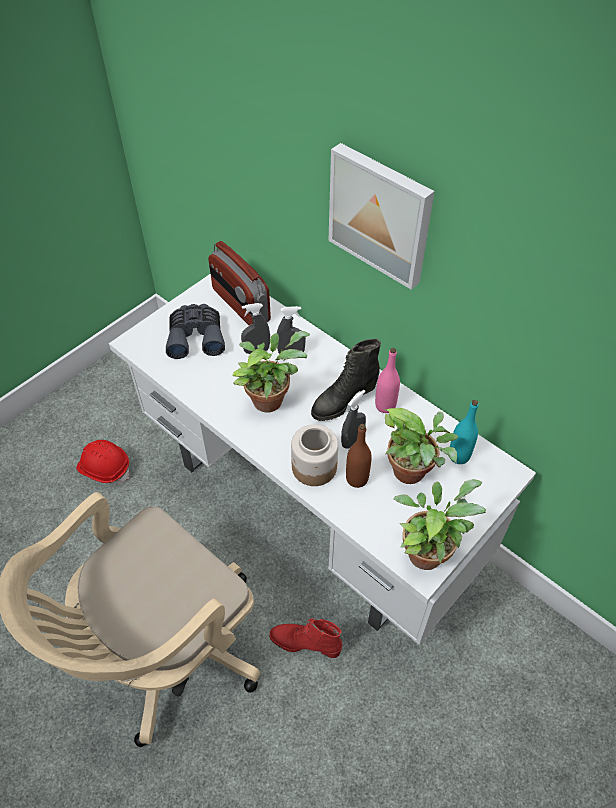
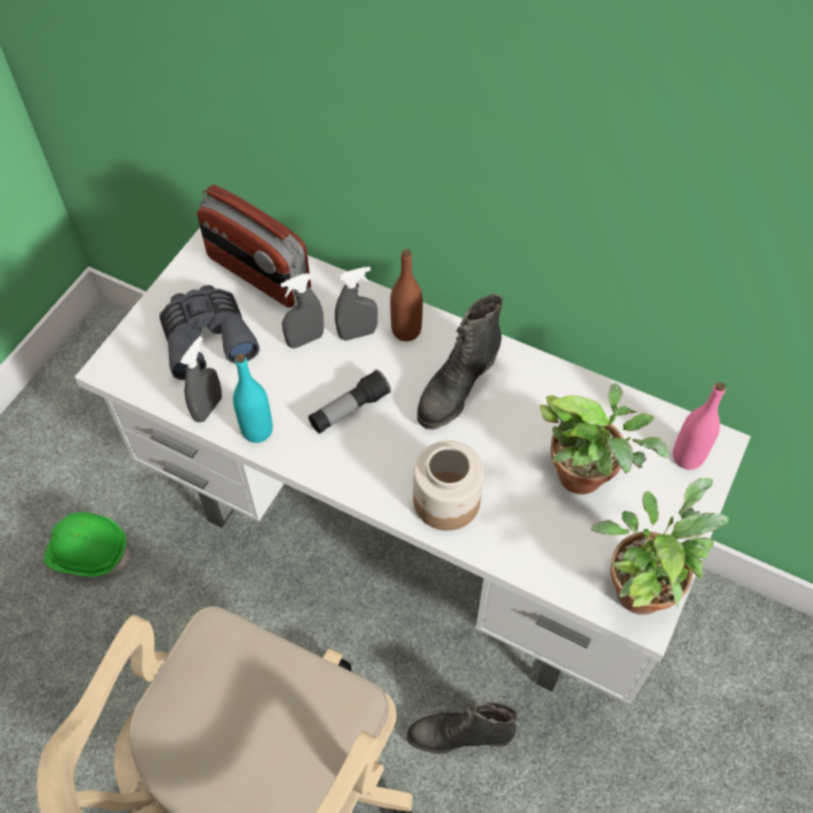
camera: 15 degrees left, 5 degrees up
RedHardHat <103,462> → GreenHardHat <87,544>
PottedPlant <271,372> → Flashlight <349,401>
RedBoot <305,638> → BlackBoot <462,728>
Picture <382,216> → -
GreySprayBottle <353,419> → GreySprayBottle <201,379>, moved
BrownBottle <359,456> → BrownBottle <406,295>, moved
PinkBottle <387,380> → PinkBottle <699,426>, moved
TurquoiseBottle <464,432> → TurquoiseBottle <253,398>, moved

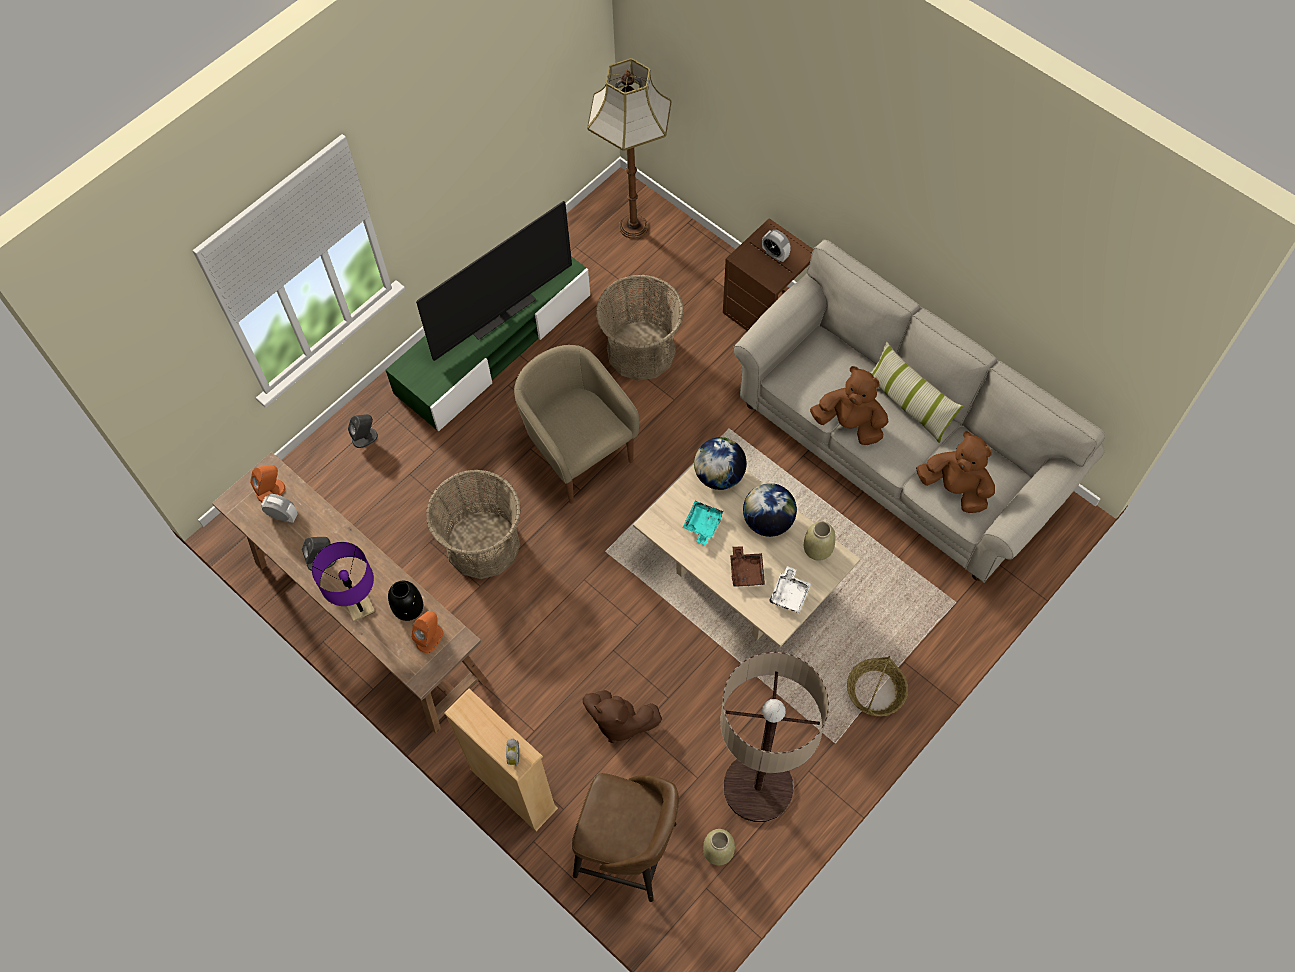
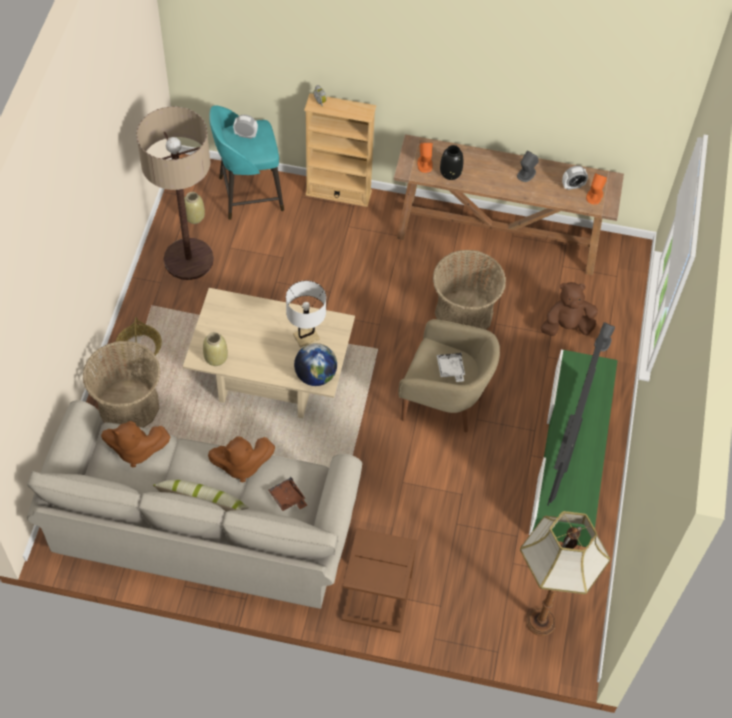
camera: 145 degrees right, 5 degrees down
PurpleTableLamp <343,582> → -
BrownStool <625,837> → TurquoiseStool <246,162>
BrownPlushToy <622,716> → BrownPlushToy <569,309>, moved
Basket <640,328> → Basket <121,384>, moved
TurquoiseTray <703,523> → WhiteTableLamp <306,314>
BrownTray <747,566> → BrownTray <287,494>, moved
Globe <770,510> → -
AlarmClock <776,246> → AlarmClock <245,127>, moved
WhiteTray <790,589> → WhiteTray <451,367>, moved

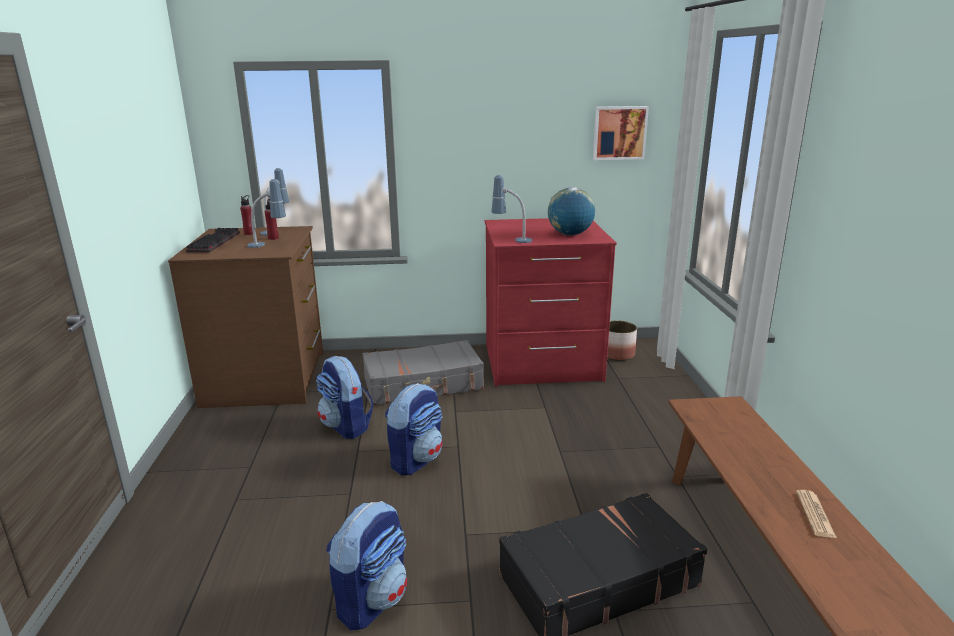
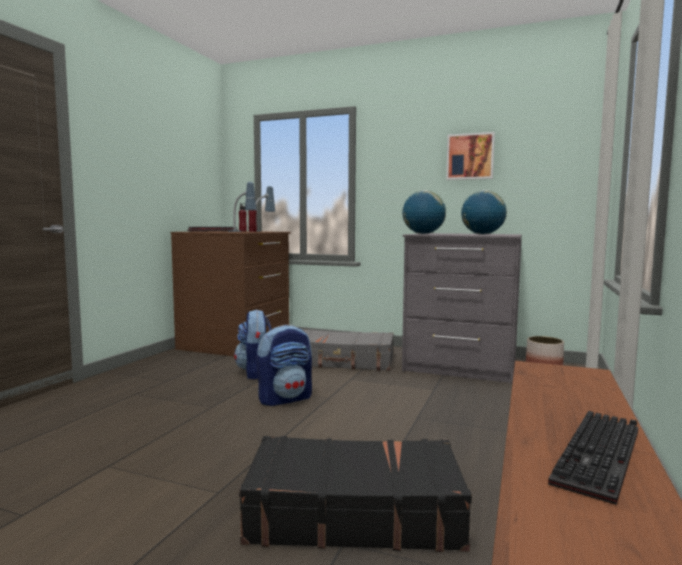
camera: 25 degrees right, 15 degrees down
Backpack <366,565> → -
RedDresser <551,302> → GreyDresser <462,308>
TableLamp <511,209> → Globe <424,212>
Picture <621,133> → Picture <470,156>, moved
Newspaper <816,514> → Keyboard <593,458>

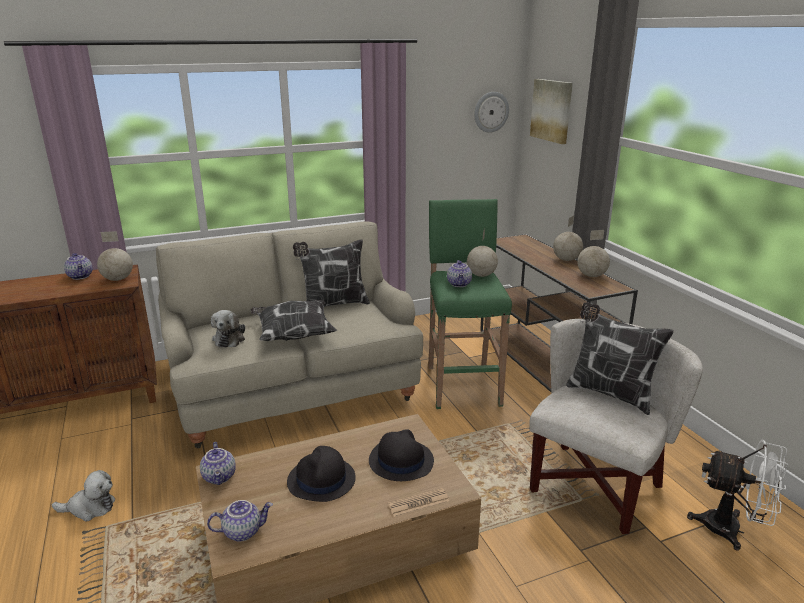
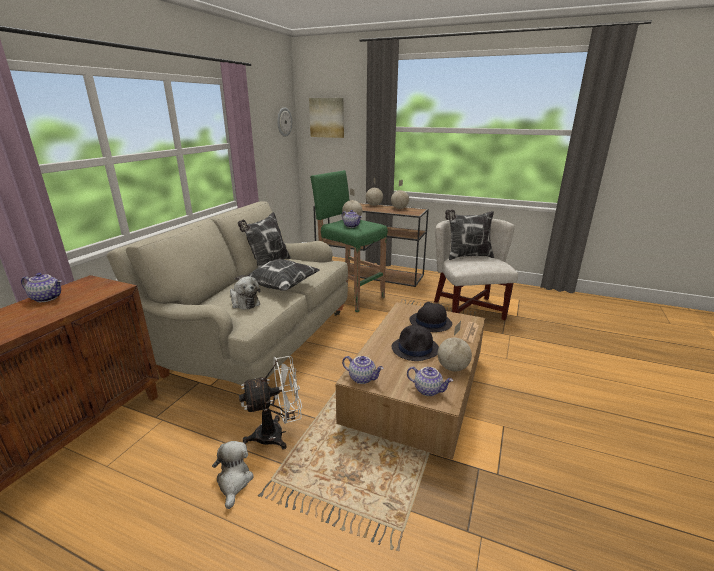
camera: 45 degrees left, 0 degrees up
PlushToy <83,496> → PlushToy <233,475>, 45 degrees counterclockwise
Globe <115,256> → Globe <455,346>, moved
Teapot <240,521> → Teapot <430,381>, 90 degrees clockwise
WhiteFan <738,495> → WhiteFan <270,403>, moved

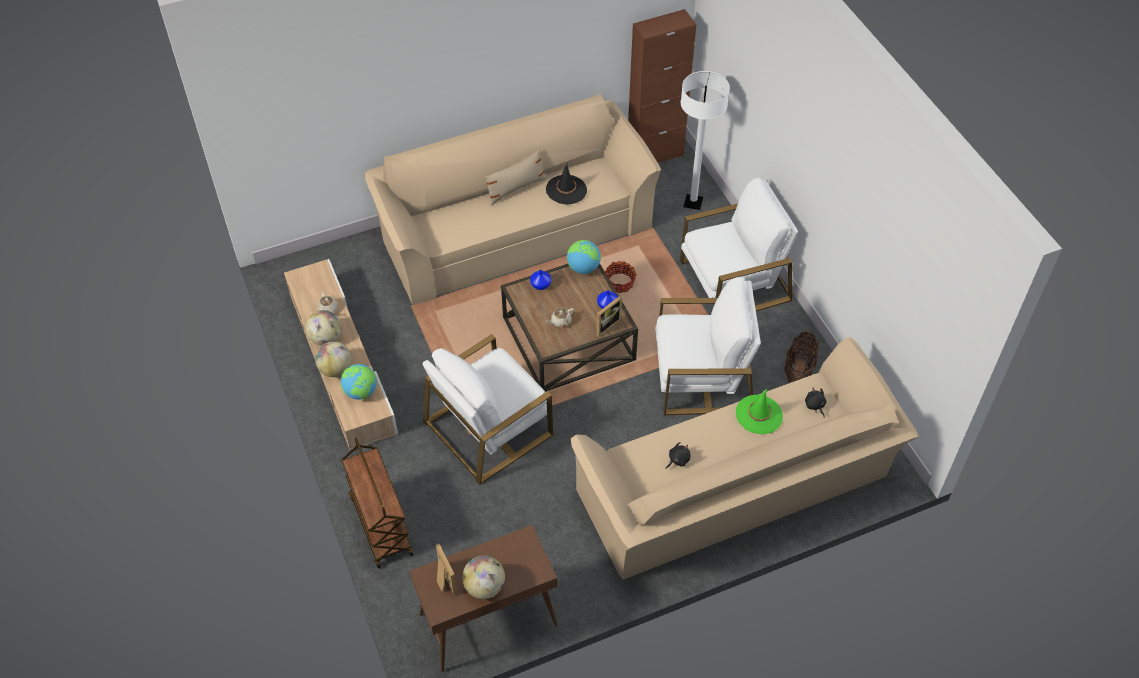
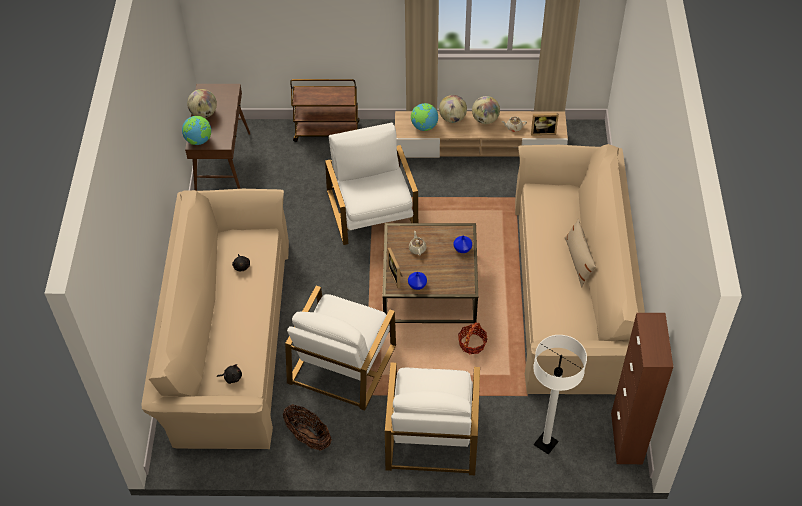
camera: 115 degrees right, 0 degrees up
PictureFrame <446,569> → PictureFrame <545,124>, moved
BlackHat <566,183> → -
Globe <584,257> → Globe <196,130>, moved
GreenHat <759,411> → -

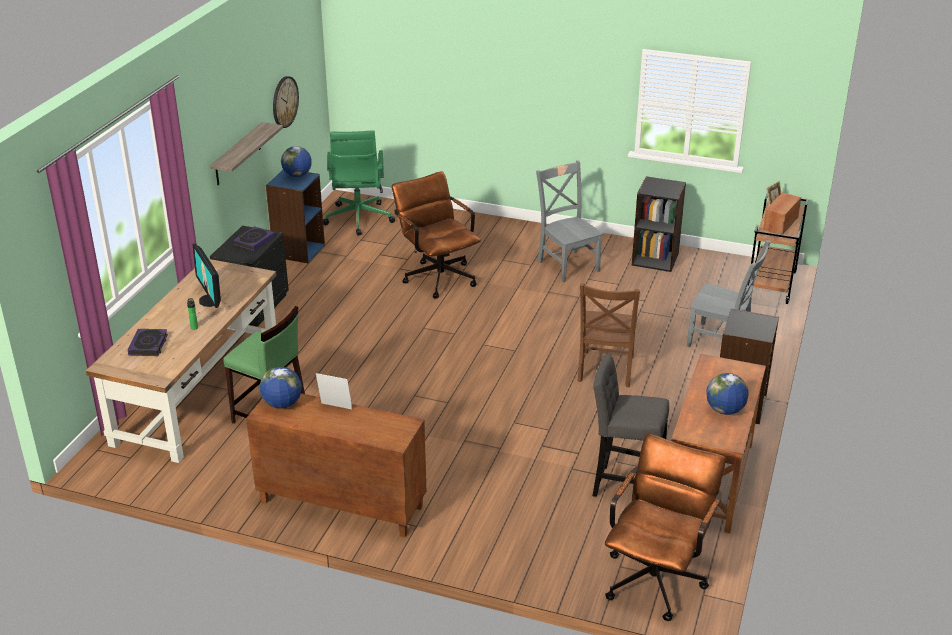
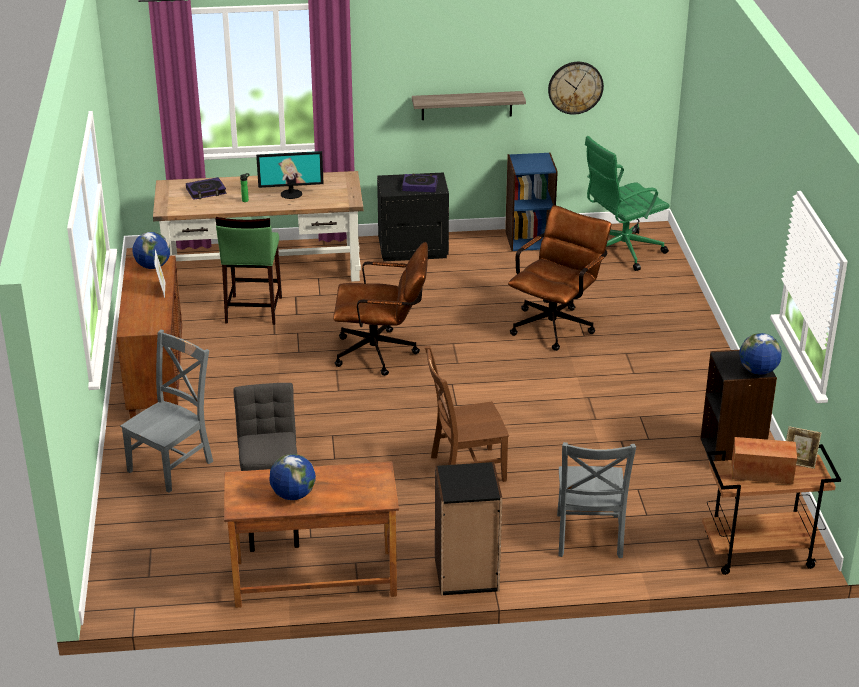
camera: 65 degrees right, 0 degrees up
Monitor <206,275> → Monitor <290,175>, 135 degrees counterclockwise
Globe <296,161> → Globe <761,354>, moved
GreyChair <569,221> → GreyChair <166,411>, moved
BrownOfficeChair <665,527> → BrownOfficeChair <380,309>, moved

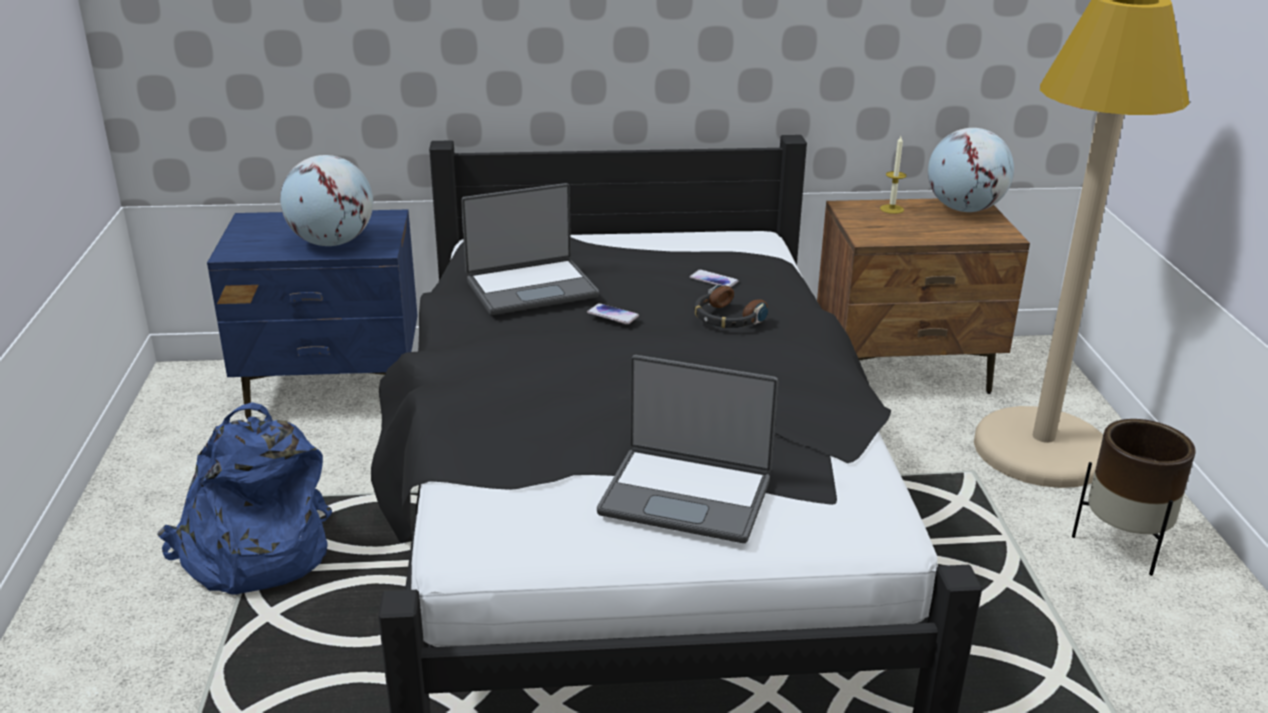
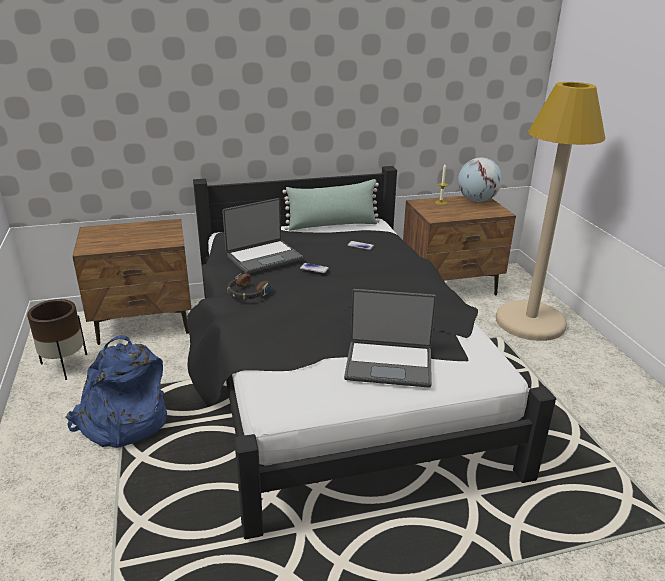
camera: 10 degrees left, 0 degrees up
BlueNightstand <312,314> → BrownNightstand <131,282>
Globe <326,200> → -
Headphones <731,306> → Headphones <249,286>, moved
BrownPlanter <1134,497> → BrownPlanter <57,339>, moved
- → GreenPillow <331,205>

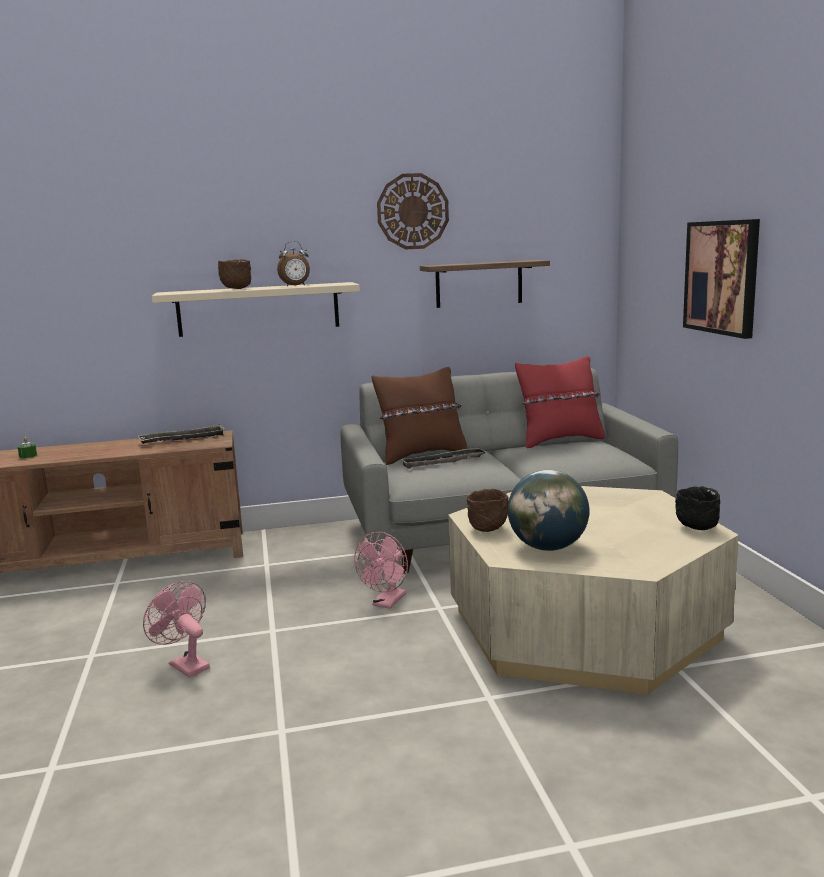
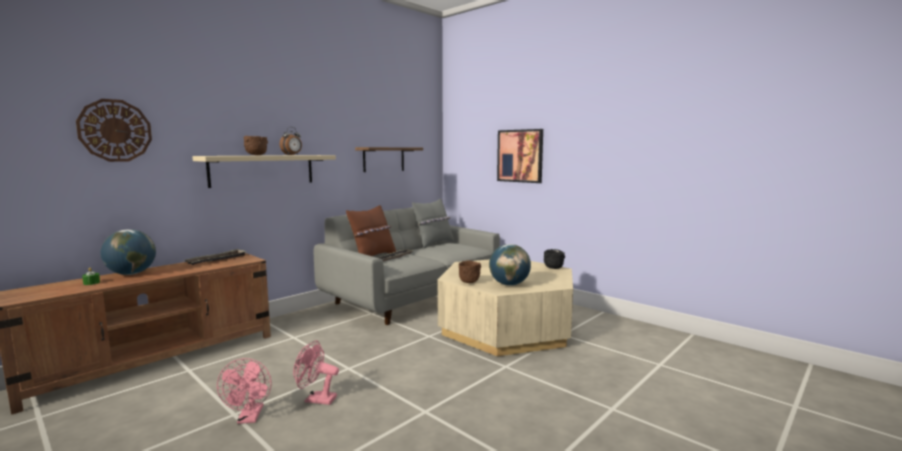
camera: 35 degrees left, 5 degrees down
PinkFan <381,570> → PinkFan <244,391>, moved
WallClock <413,211> → WallClock <114,130>, moved
RedPillow <560,402> → GreyPillow <433,223>
- → Globe <128,252>

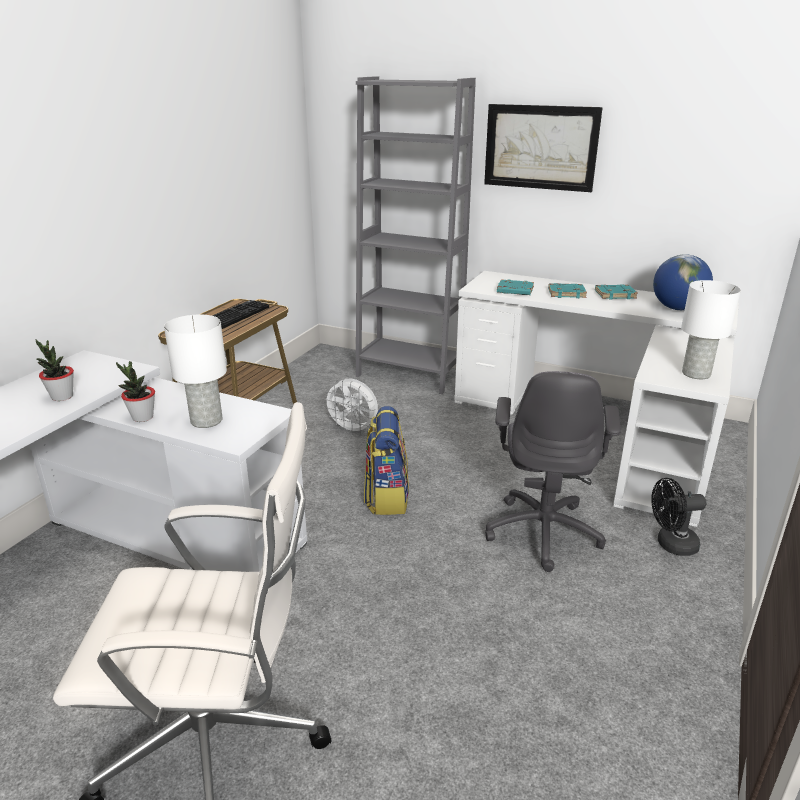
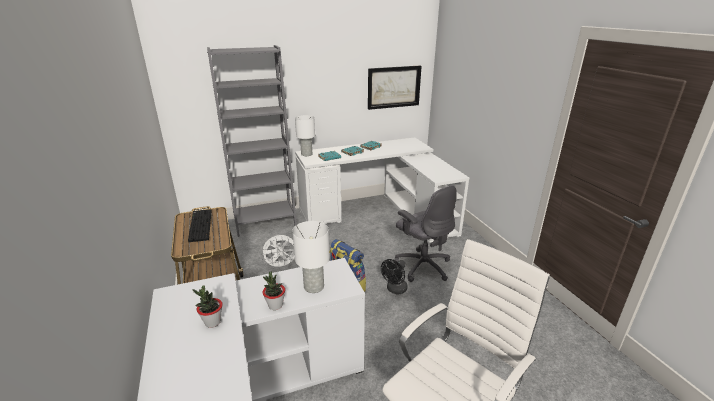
camera: 45 degrees left, 0 degrees up
Picture <543,148> → Picture <395,87>, moved
BlackFan <678,517> → BlackFan <394,276>, moved
Globe <683,282> → -
WhiteTableLamp <711,329> → WhiteTableLamp <305,135>, moved

